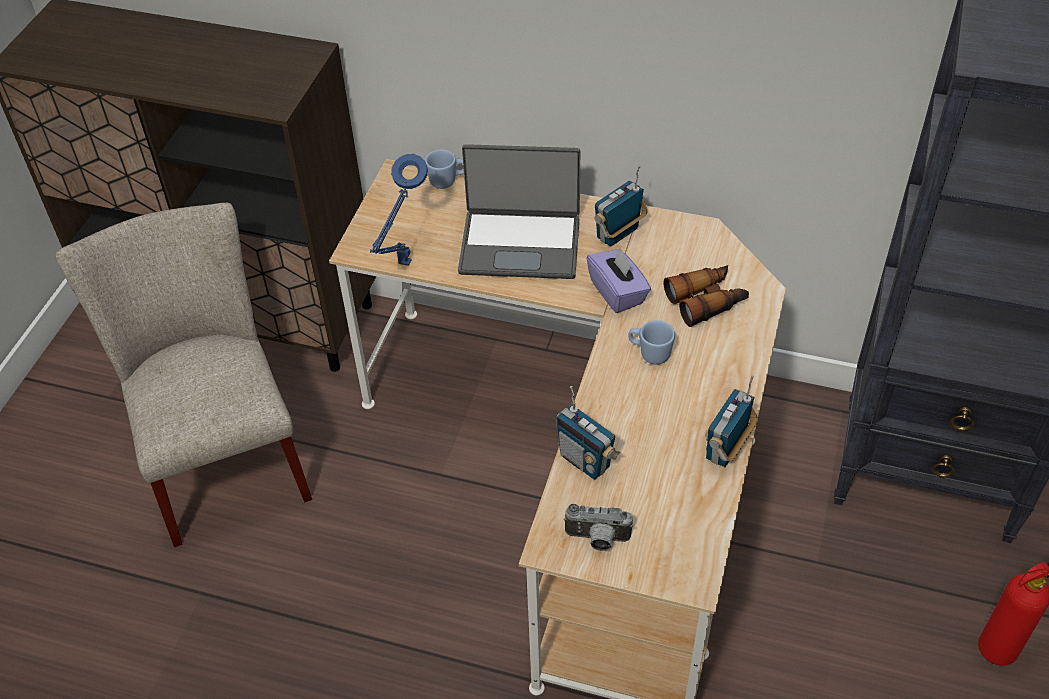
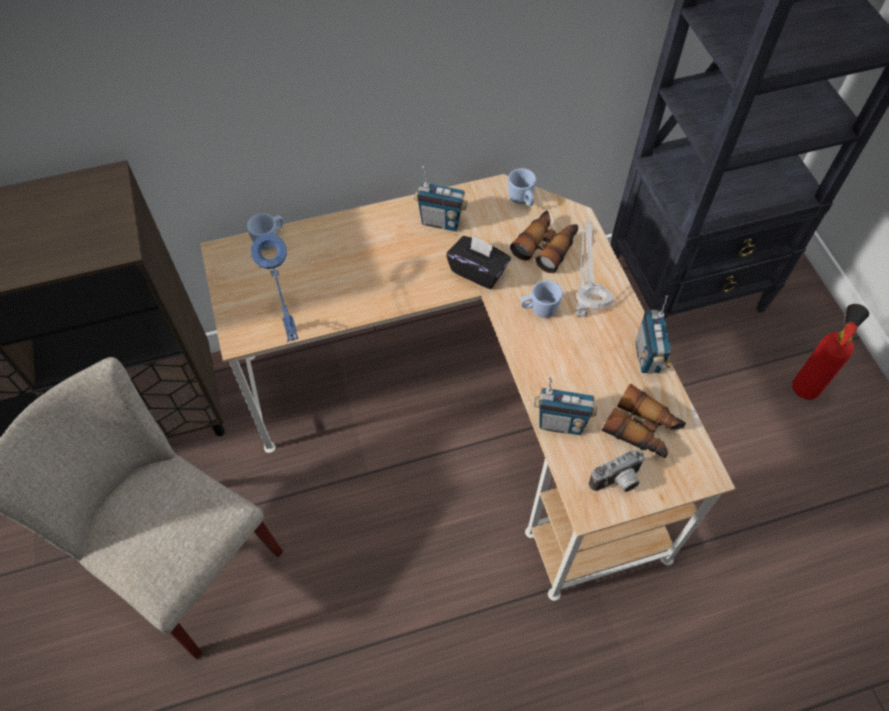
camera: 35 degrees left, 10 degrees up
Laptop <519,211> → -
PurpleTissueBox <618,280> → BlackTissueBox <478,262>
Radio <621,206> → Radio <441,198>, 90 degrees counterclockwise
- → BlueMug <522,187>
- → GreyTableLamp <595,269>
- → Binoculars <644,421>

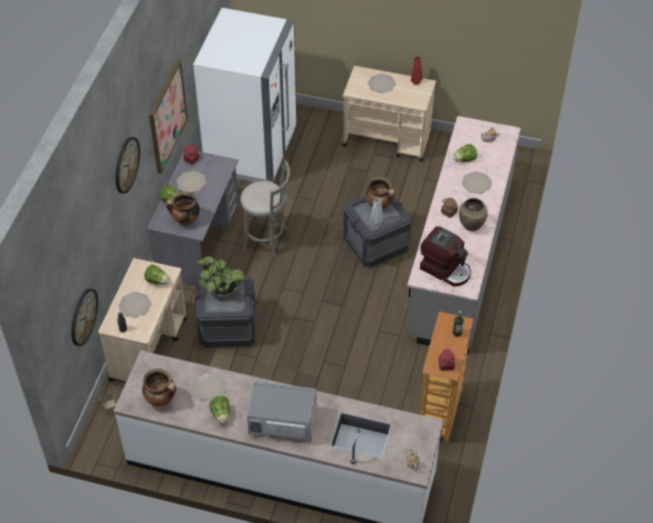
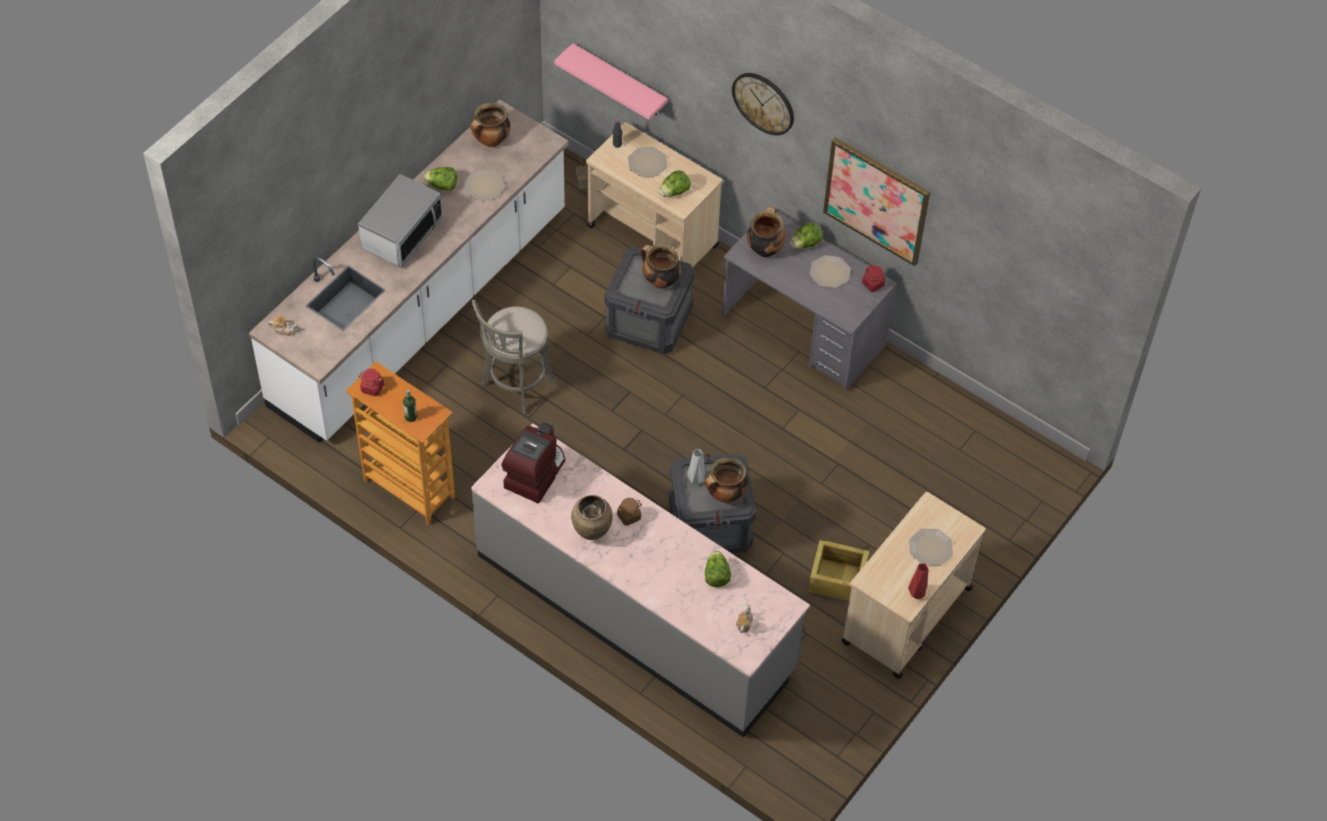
camera: 110 degrees right, 5 degrees up
WallClock <84,317> → PinkShelf <610,81>
WhiteFridge <245,95> → -
PottedPlant <221,276> → CookingPot <660,266>
GreyStool <265,209> → GreyStool <514,357>, moved
CoffeeMachine <445,256> → CoffeeMachine <533,462>, 150 degrees clockwise
Plate <477,182> → -
- → Crate <839,570>

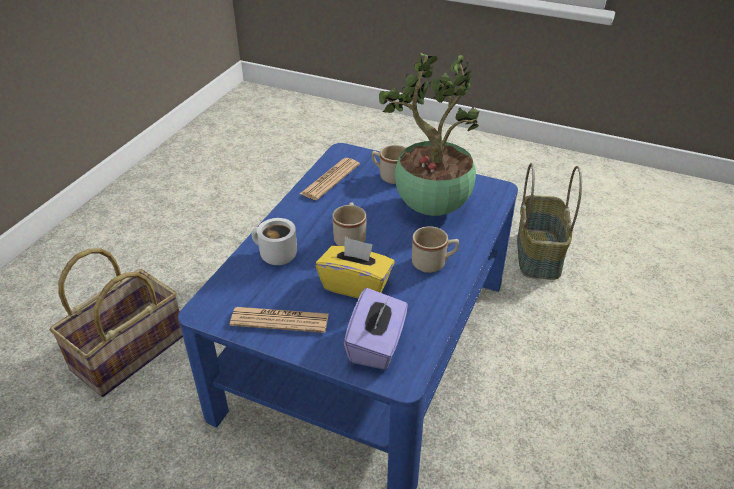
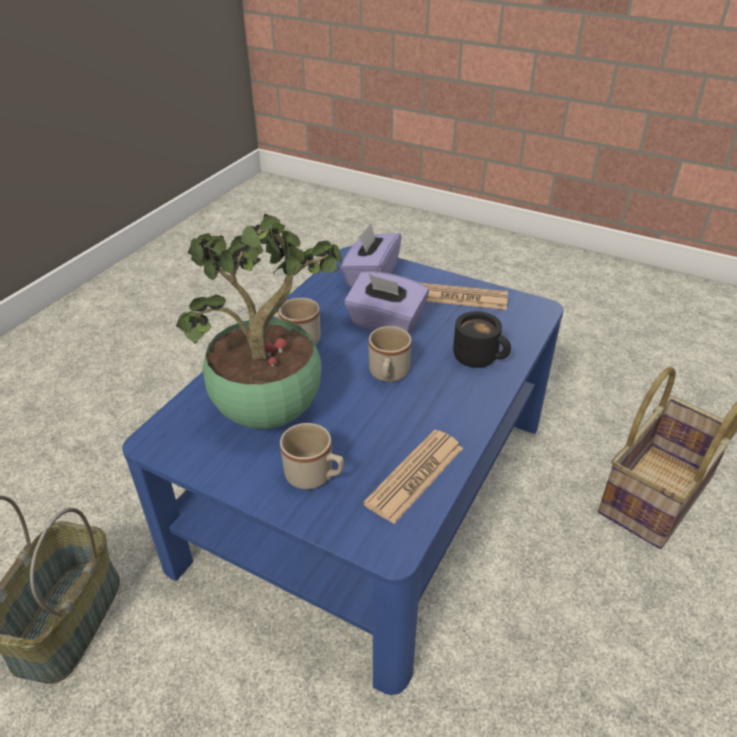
camera: 175 degrees left, 0 degrees up
WhiteMug <274,241> → BlackMug <482,339>
YellowTissueBox <355,267> → PurpleTissueBox <386,302>

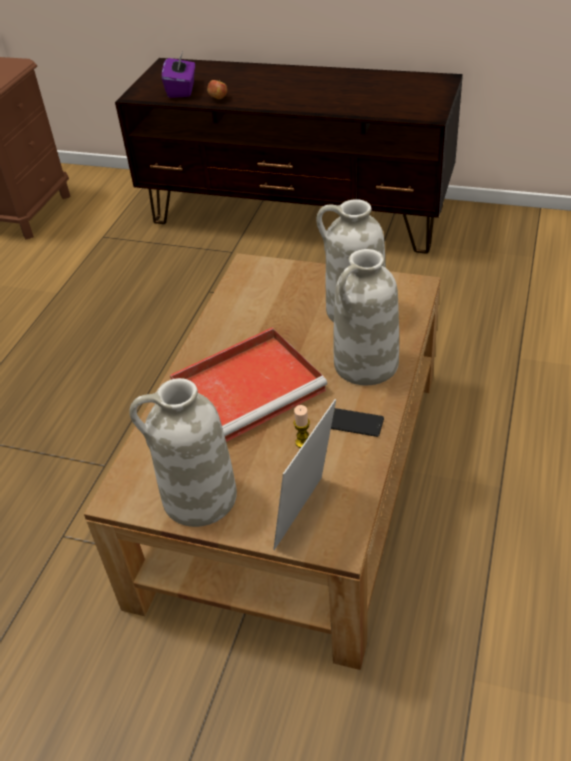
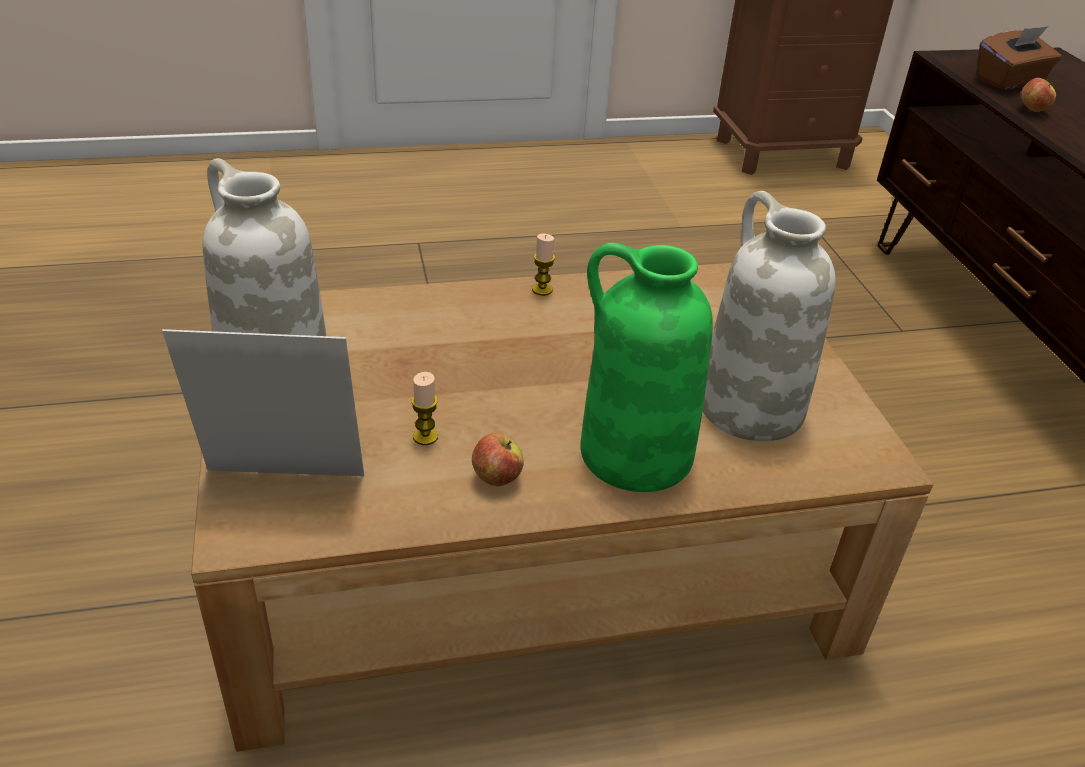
camera: 55 degrees right, 5 degrees down
PurpleTissueBox <178,75> → BrownTissueBox <1019,58>
RedTray <248,385> → -
Phone <357,422> → Apple <498,459>
WhiteVase <366,317> → GreenVase <646,367>
- → Candle <543,265>

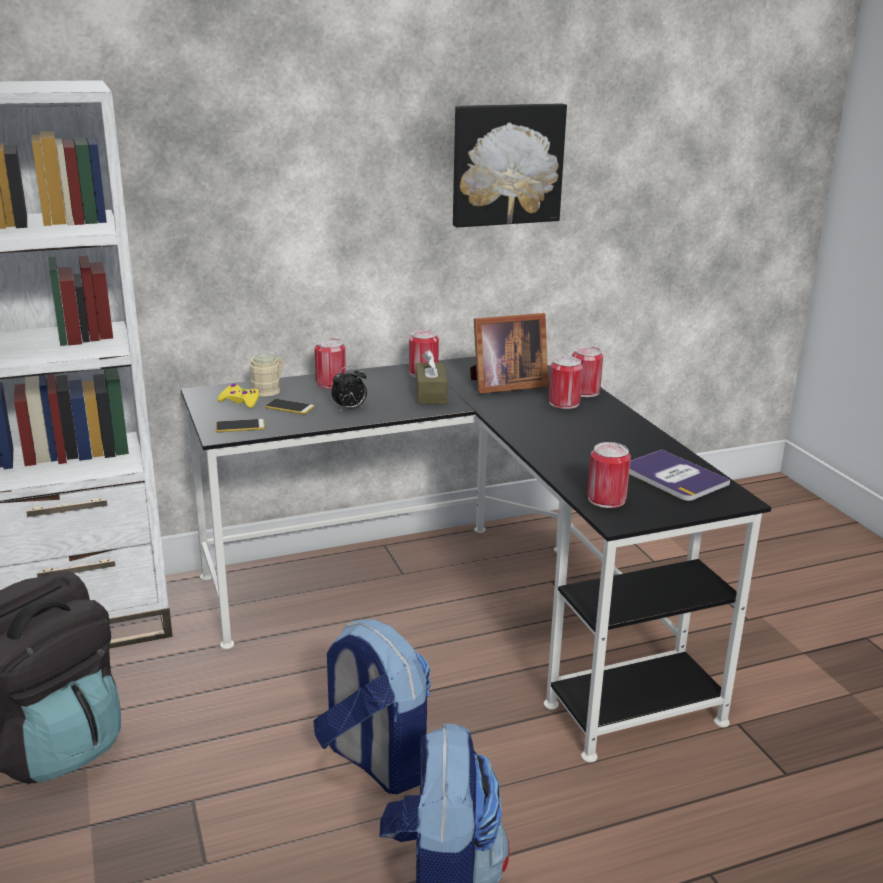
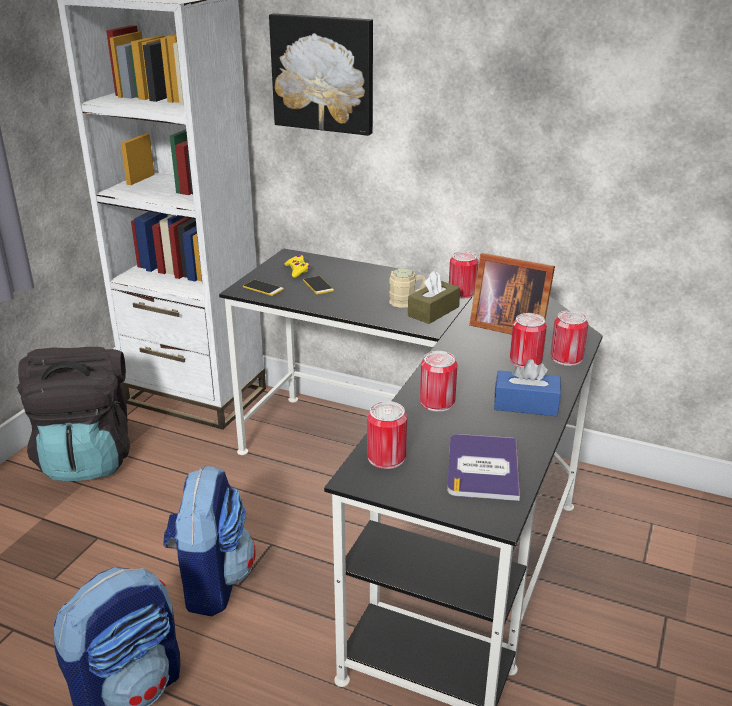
camera: 45 degrees right, 5 degrees up
BeigeMug <267,375> → BeigeMug <407,288>, moved
Can <330,363> → Can <439,381>, moved
AlarmClock <349,388> → -
Picture <510,165> → Picture <321,74>, moved
- → BlueTissueBox <527,387>

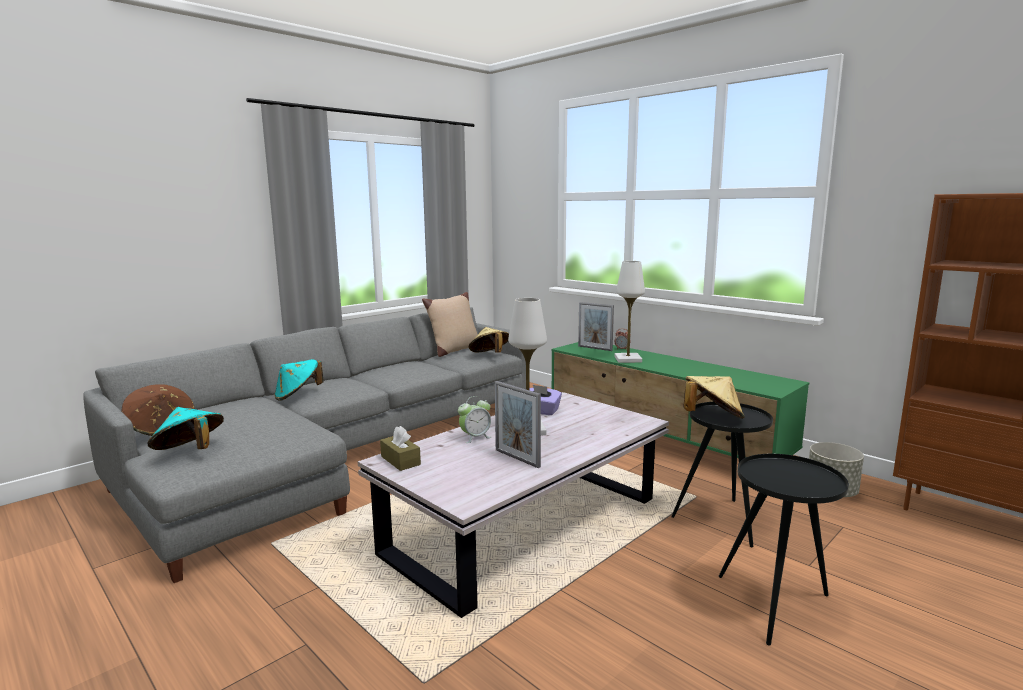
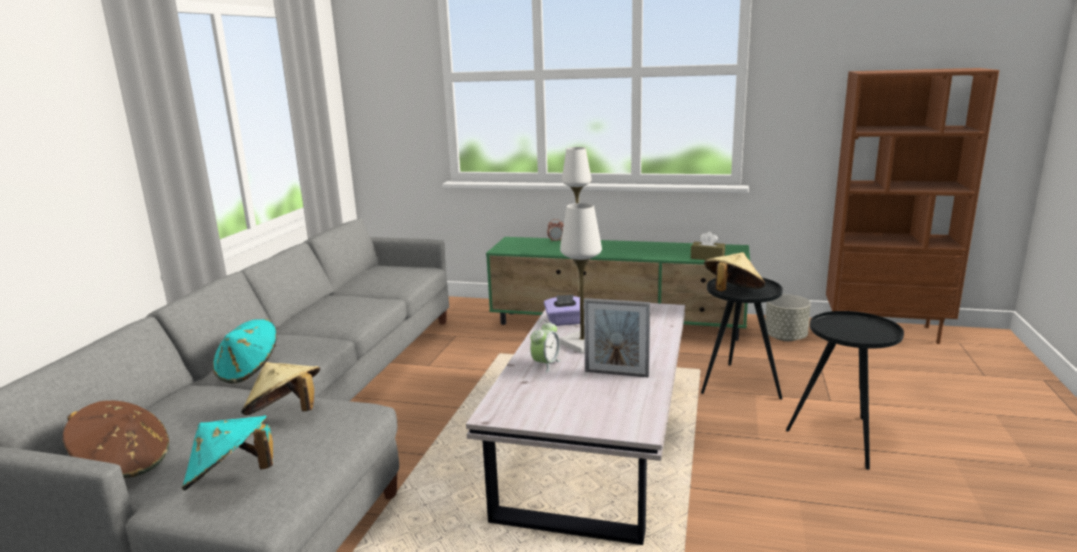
camera: 30 degrees left, 5 degrees up
BrownTissueBox <400,448> → BrownTissueBox <708,246>, moved
BeigePillow <450,324> → -
BeigeHat <489,340> → BeigeHat <280,388>, moved
PictureFrame <596,326> → -

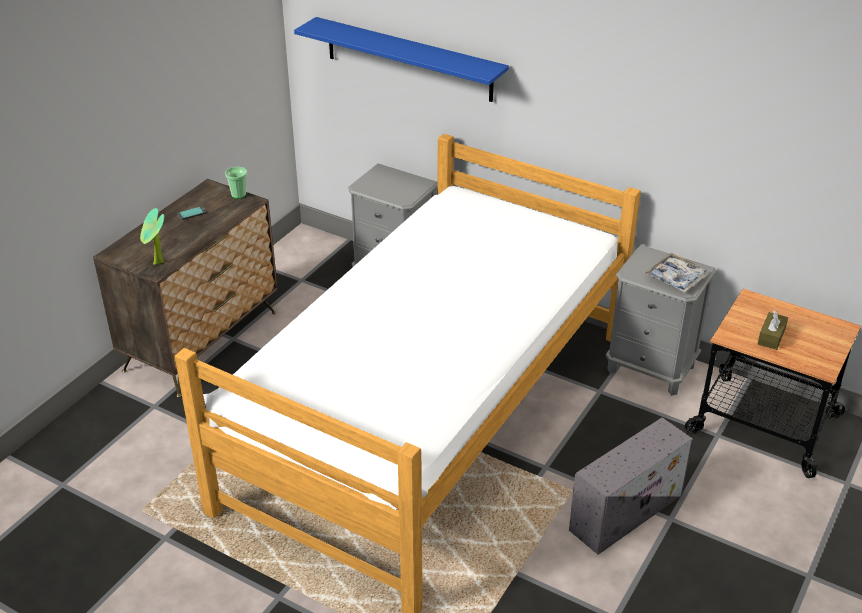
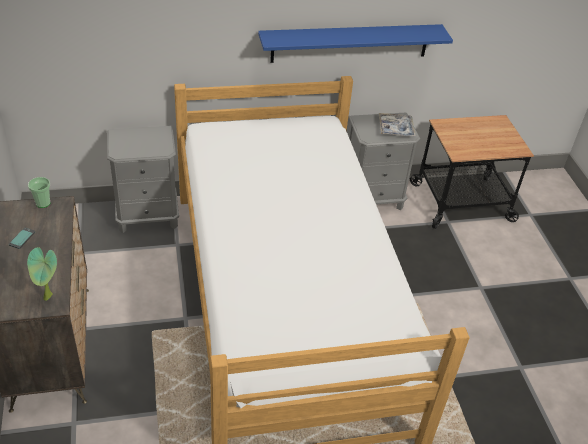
camera: 45 degrees left, 5 degrees up
BlueShelf <401,59> → BlueShelf <355,43>, moved
GreyStorageBox <631,486> → -
BrownTissueBox <773,330> → -

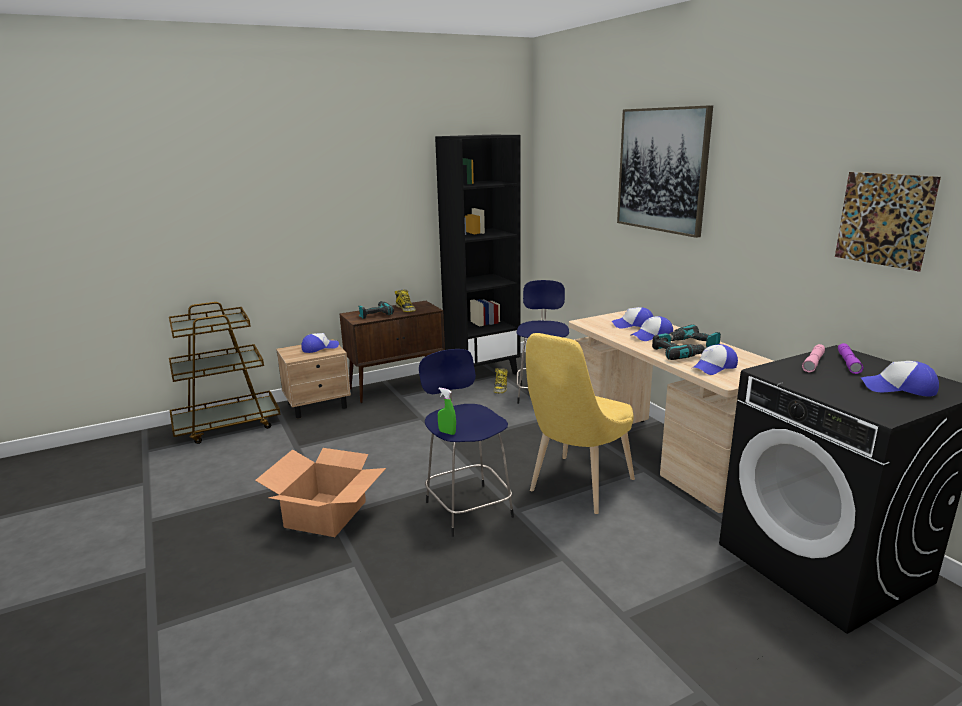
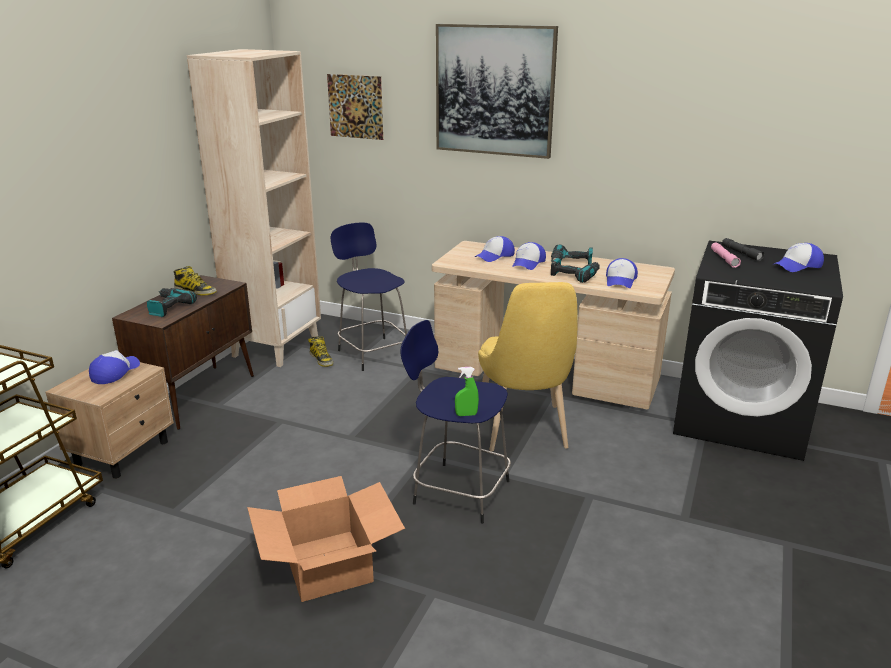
camera: 40 degrees left, 5 degrees up
BlackBookcase <478,255> → BeigeBookcase <254,208>
Picture <888,222> → Picture <355,107>, moved
PurpleFlashlight <851,358> → GreyFlashlight <743,249>

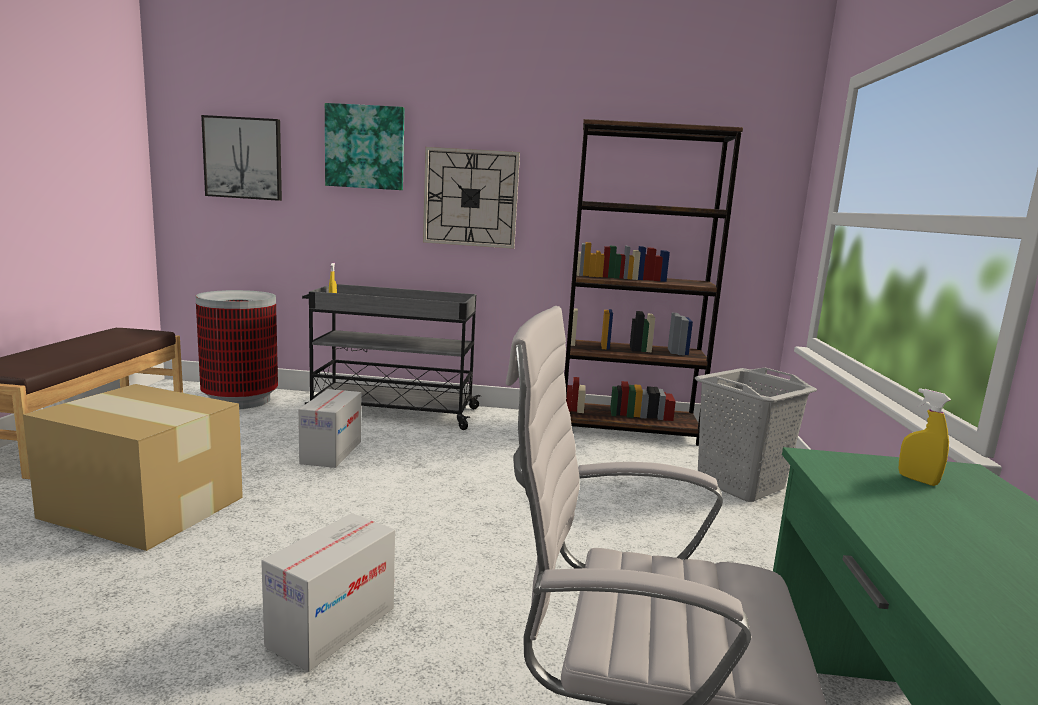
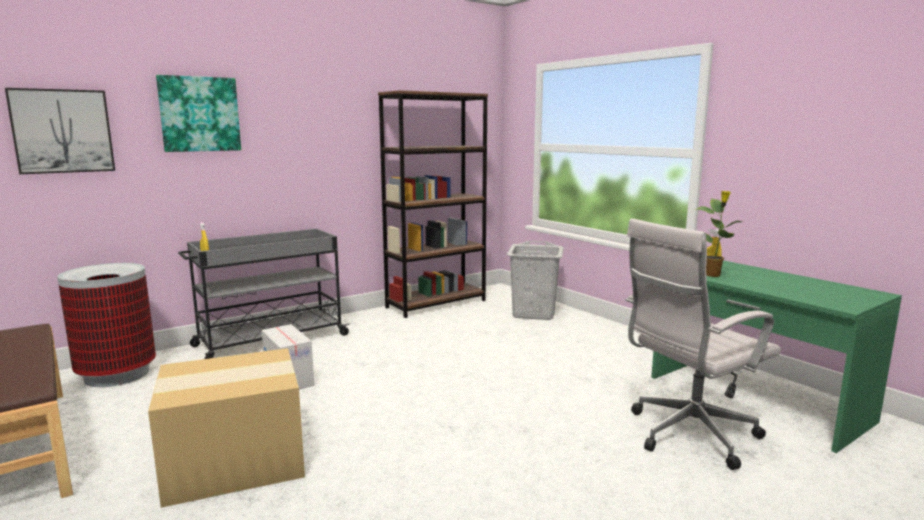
camera: 40 degrees left, 0 degrees up
CardboardBox <328,592> → -
WallClock <471,198> → -
- → PottedPlant <718,234>

